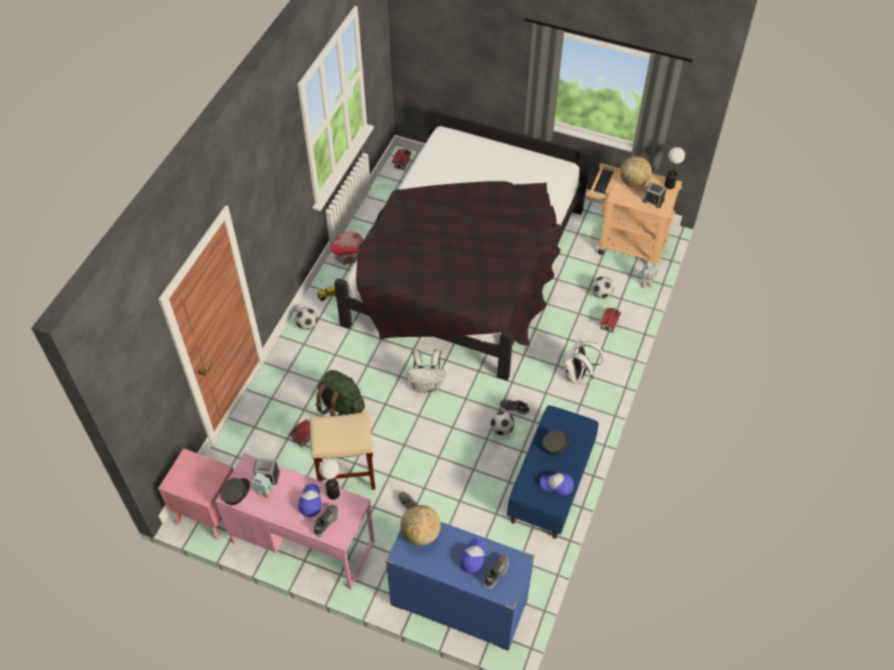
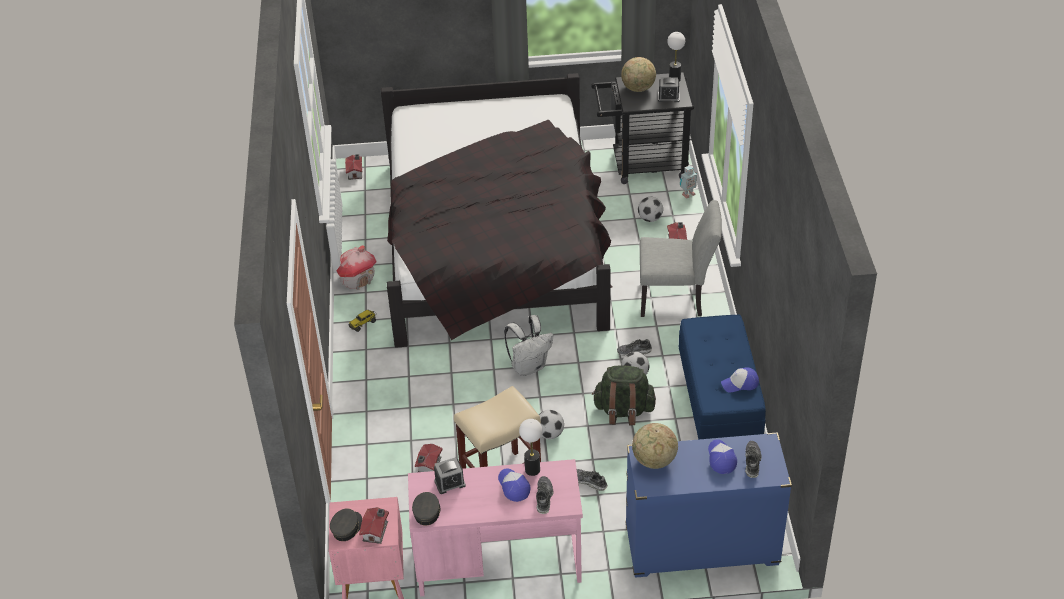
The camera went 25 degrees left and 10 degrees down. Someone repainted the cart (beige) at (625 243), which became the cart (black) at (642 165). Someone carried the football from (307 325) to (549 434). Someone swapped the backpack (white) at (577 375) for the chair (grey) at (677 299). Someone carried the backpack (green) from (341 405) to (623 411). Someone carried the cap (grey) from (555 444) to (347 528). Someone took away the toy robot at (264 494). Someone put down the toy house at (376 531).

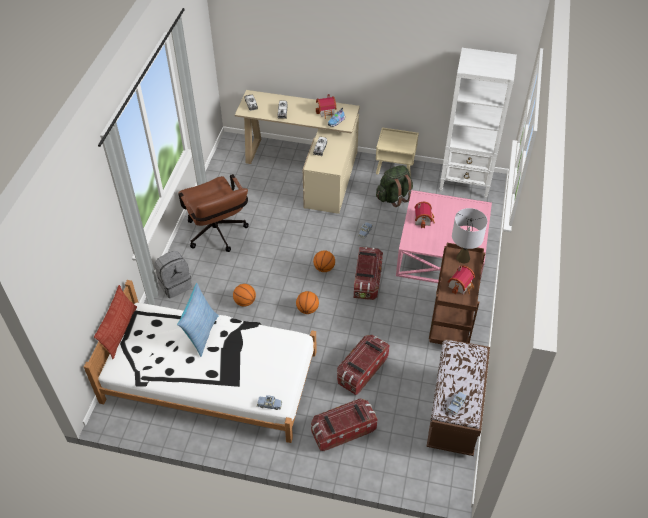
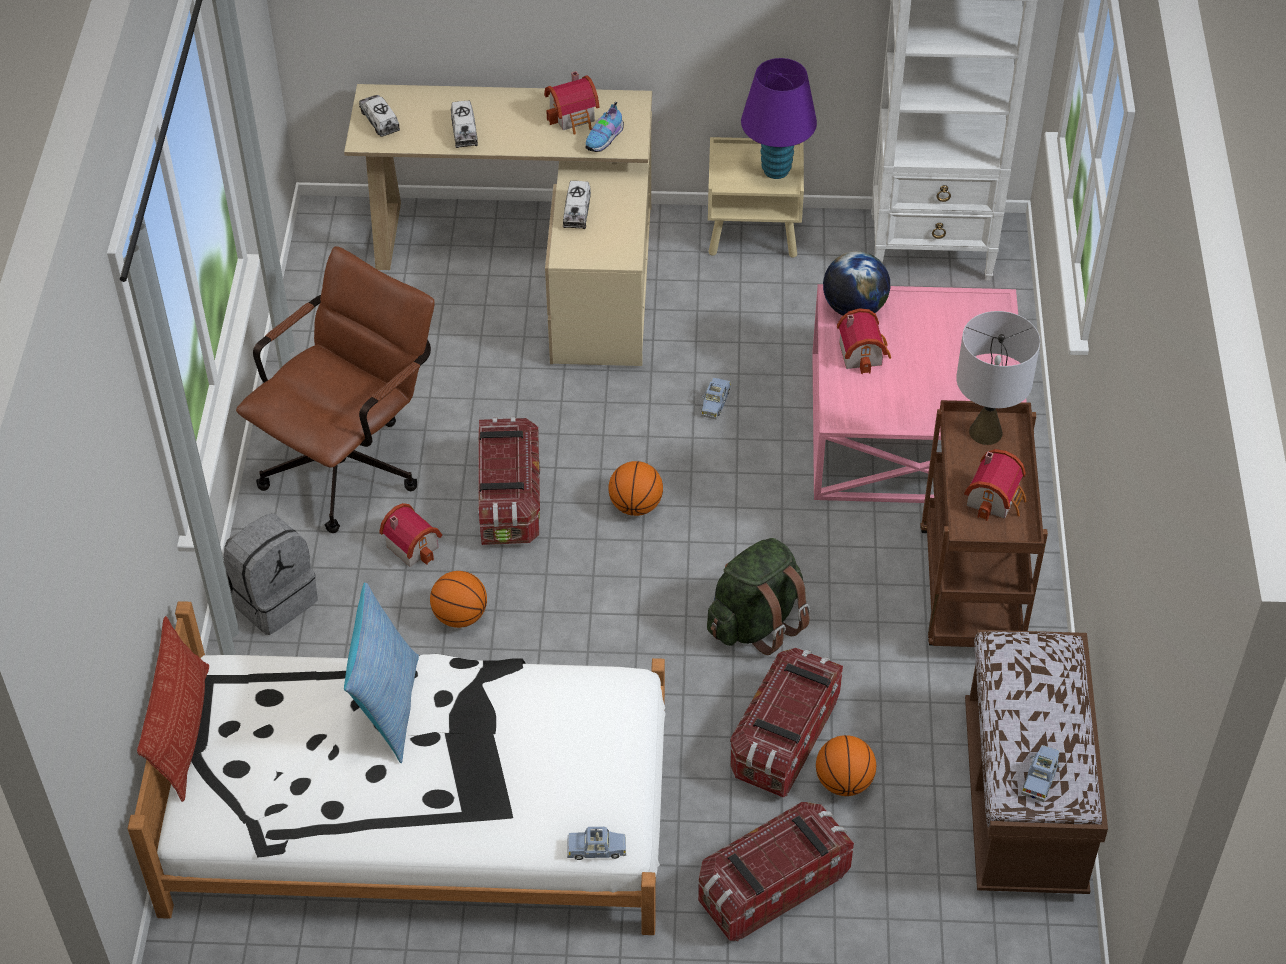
The camera went 10 degrees left and 0 degrees up. Someone carried the backpack (green) from (394 197) to (756 623). Someone rotated the office chair (brown) at (218 235) by 105 degrees counterclockwise. Someone carried the storage box from (367 280) to (509 500). Someone carried the basketball from (307 309) to (844 782). Someone put down the table lamp (purple) at (776 170). Someone put down the globe at (854 308). Someone put down the toy house at (414 544).

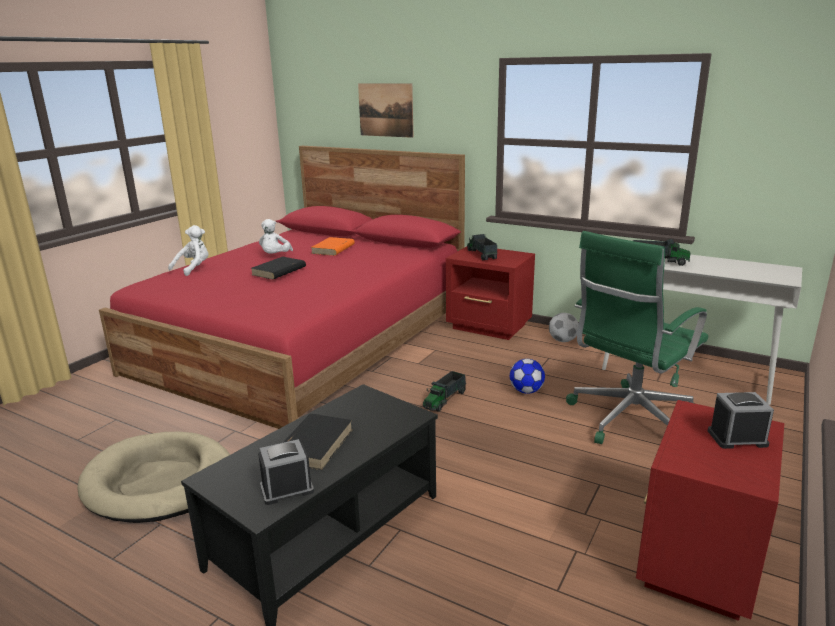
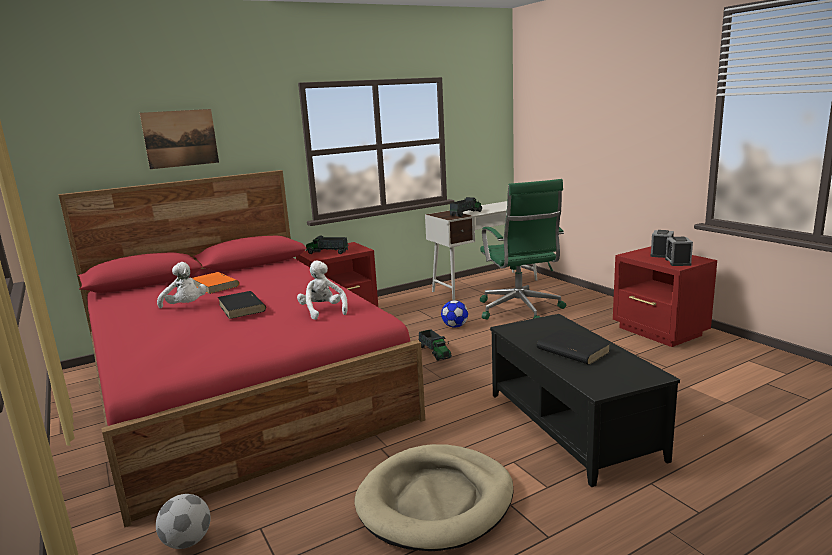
The camera went 60 degrees left and 5 degrees down. Someone carried the plush toy (white) from (193 268) to (323 311). Someone carried the football from (562 340) to (187 542). Someone carried the alarm clock from (287 489) to (678 262).

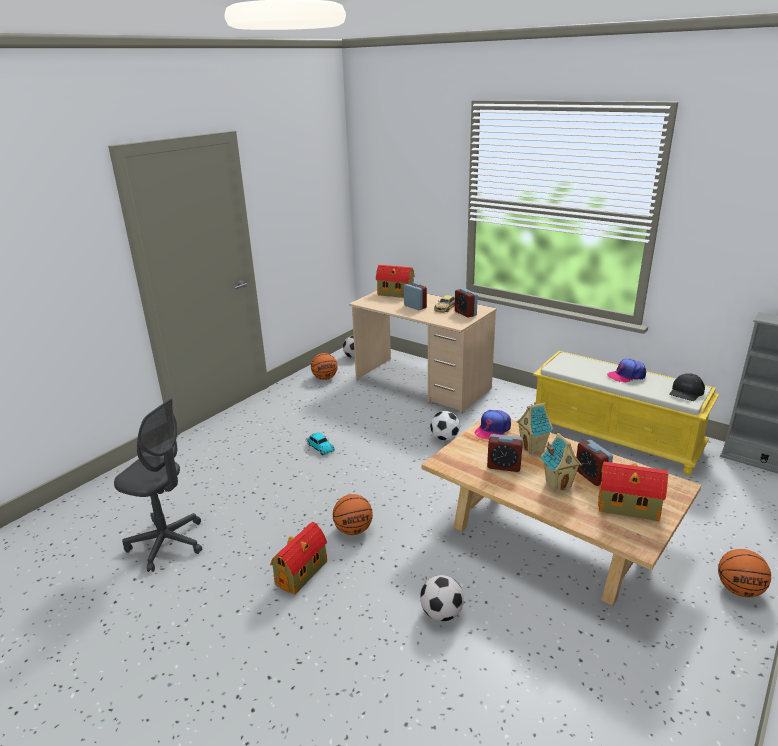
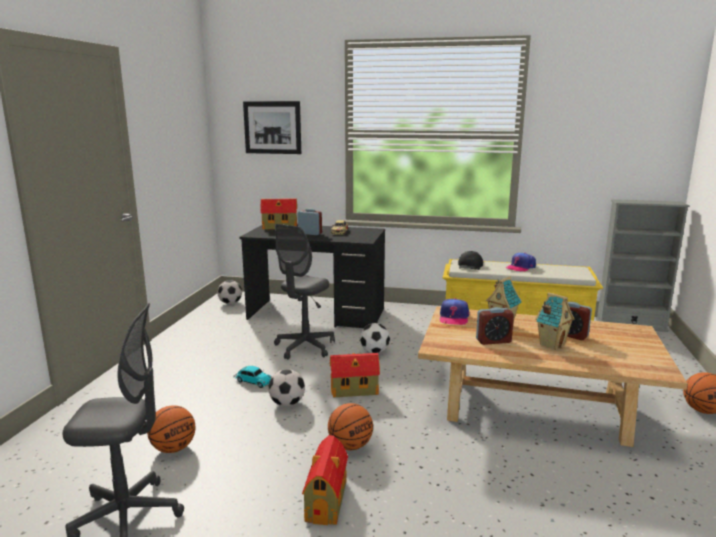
The camera went 25 degrees left and 10 degrees down. Someone took away the alarm clock at (465 313). Someone repainted the desk (beige) at (422 384), which became the desk (black) at (317 314). Someone carried the basketball from (325 378) to (173 448). Someone carried the cap (black) from (686 392) to (470 266). Someone carried the toy house from (629 508) to (355 390). Someone carried the football from (441 613) to (287 403). Someone put up the picture at (272 127). Someone put down the office chair (grey) at (305 347).

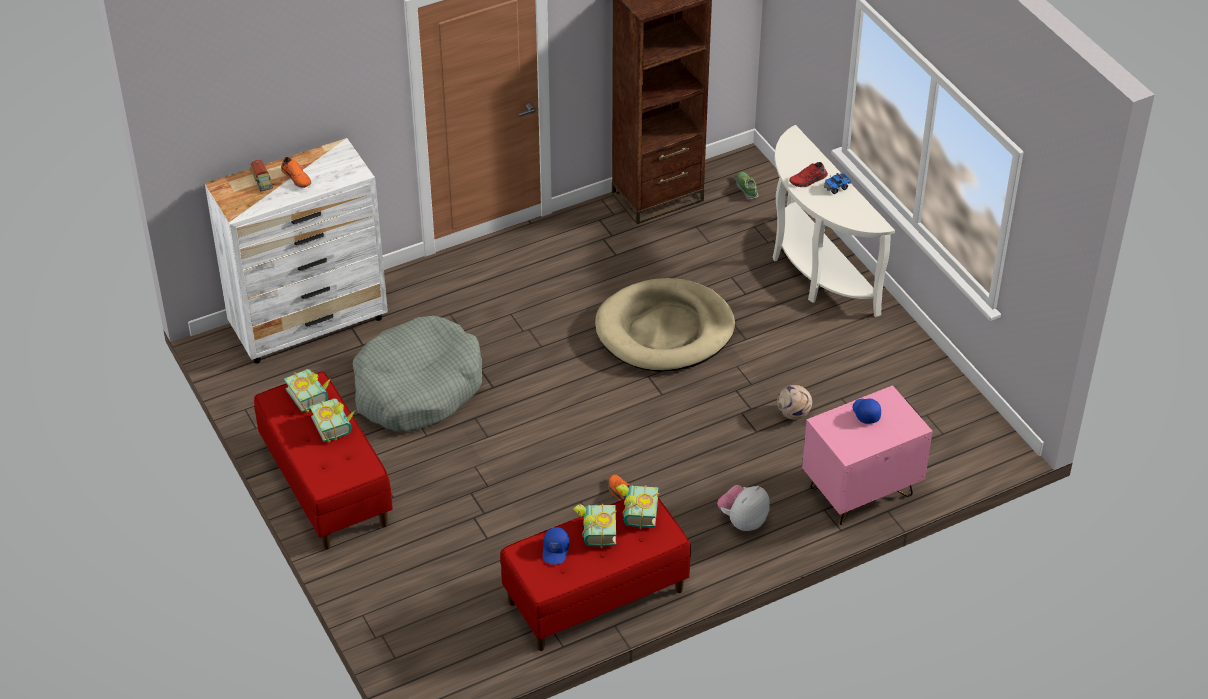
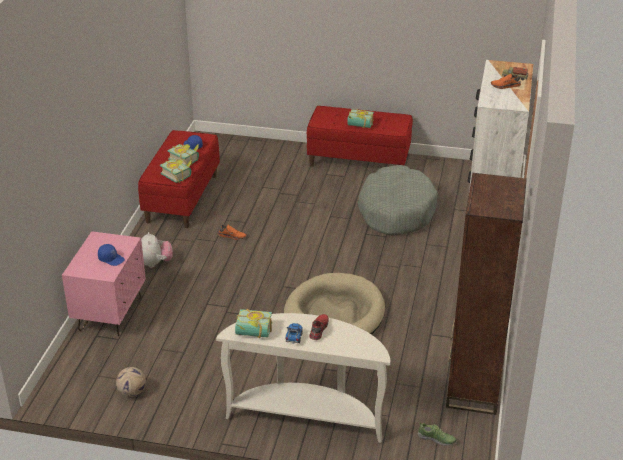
The camera went 130 degrees right and 10 degrees down. Someone carried the book from (311 395) to (253 333). Someone carried the football from (793 414) to (132 392).

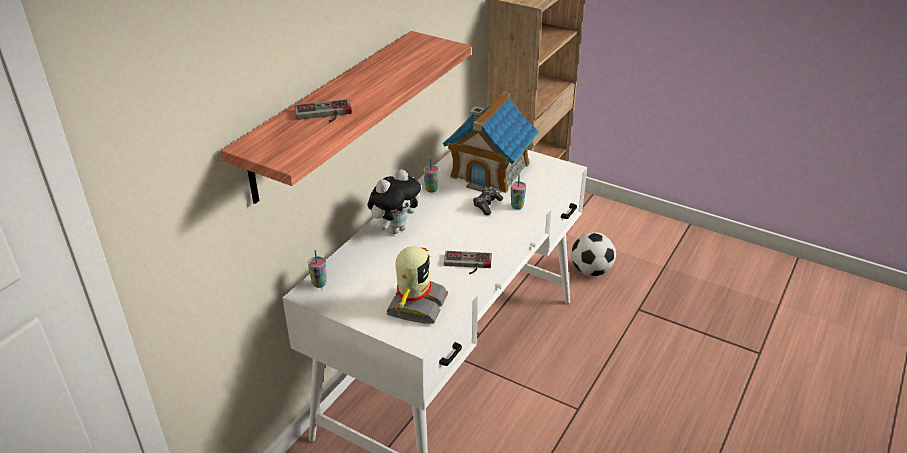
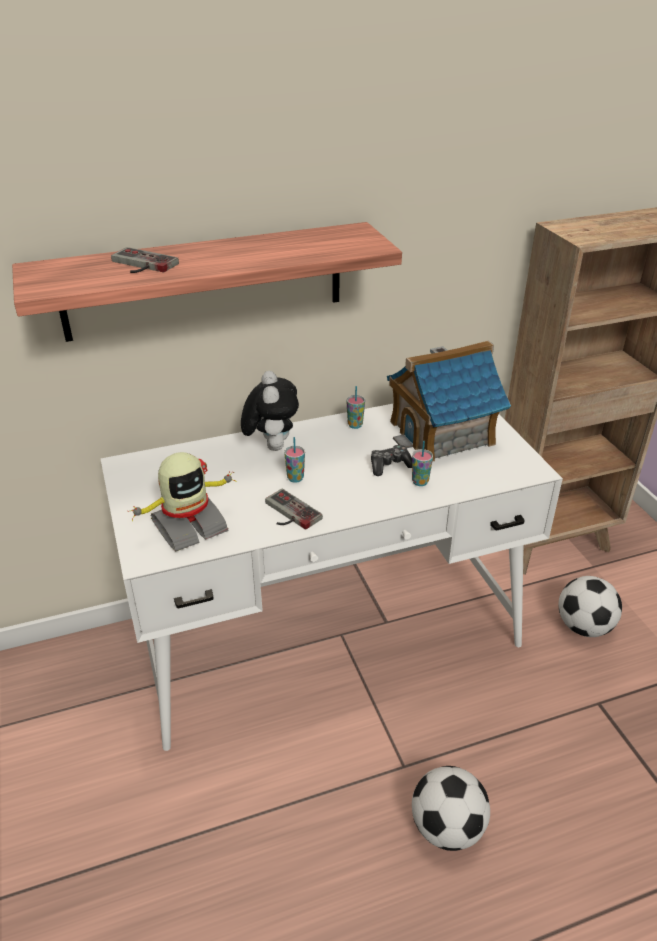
The camera went 40 degrees right and 0 degrees up. Someone rotated the plush toy at (395 228) by 90 degrees counterclockwise. Someone carried the cup from (319 284) to (295 478). Someone put down the football at (447 827).

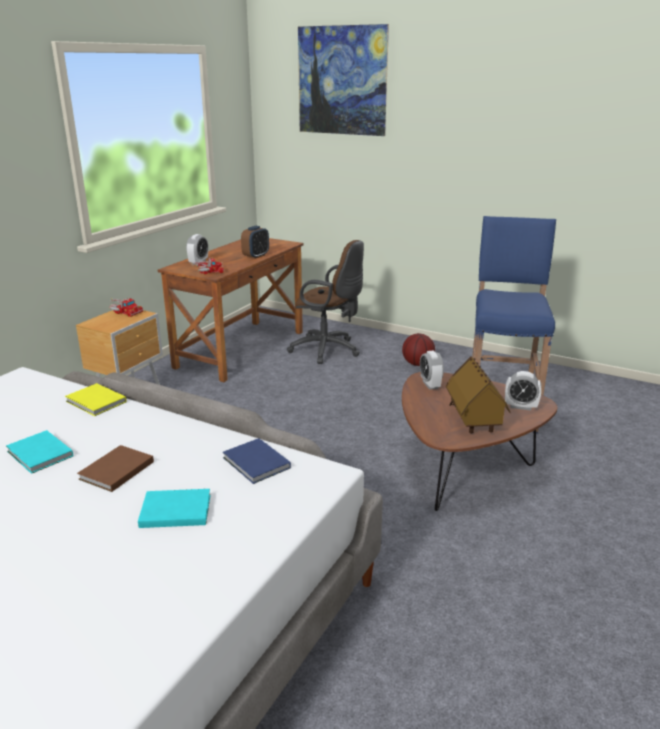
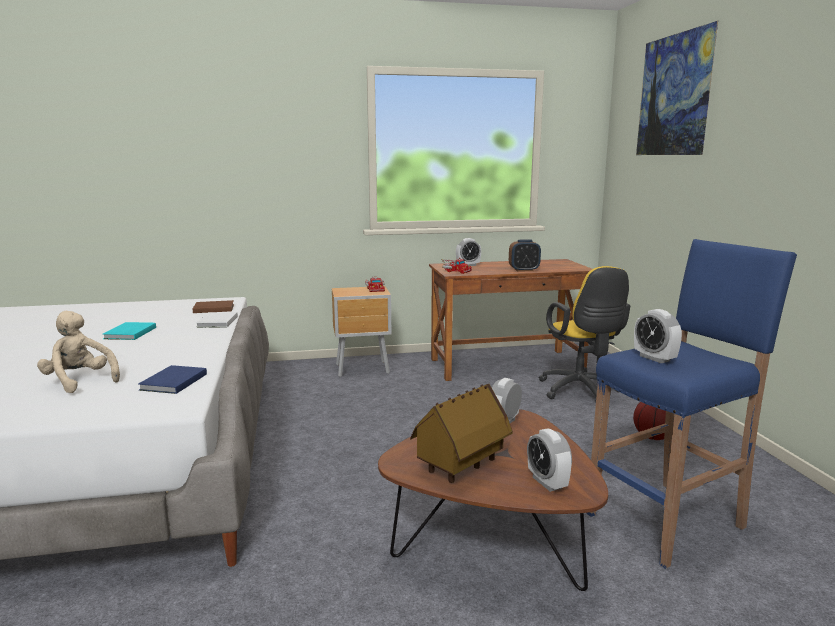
The camera went 50 degrees right and 10 degrees down. Someone repainted the office chair (brown) at (328 350), which became the office chair (yellow) at (580 392). Someone repainted the book (yellow) at (96 402), which became the book (white) at (216 322). Someone carried the book (brown) from (114 471) to (212 308). Someone swapped the book (turquoise) at (174 510) for the plush toy (beige) at (80 381). Someone put down the alarm clock at (654 358).

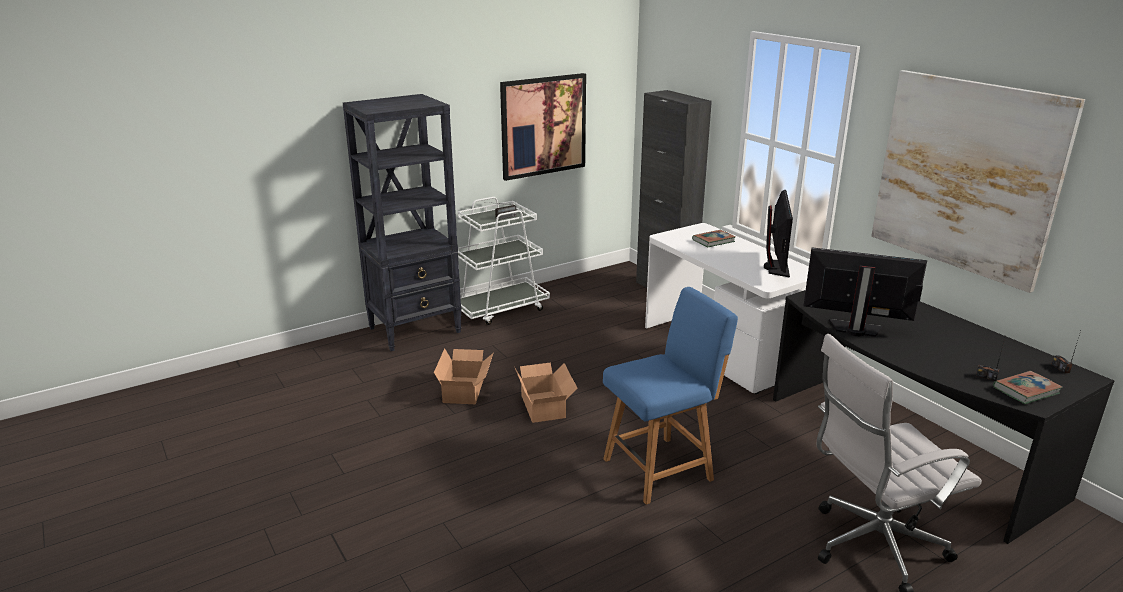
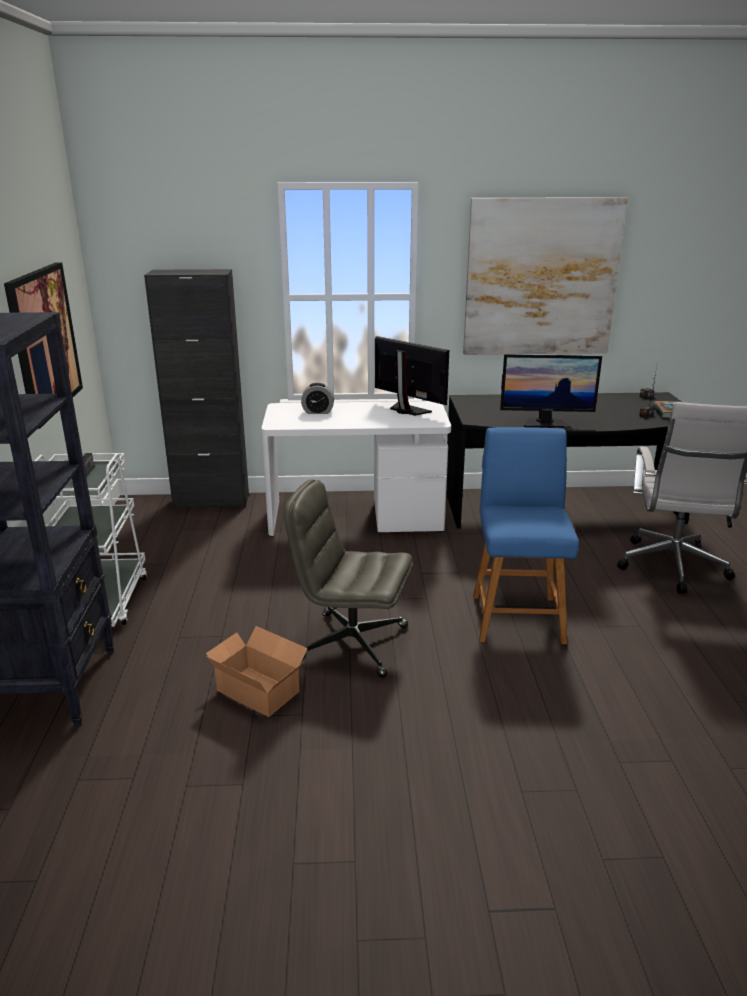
The camera went 60 degrees left and 0 degrees up. Someone swapped the book at (713 241) for the alarm clock at (318 412). Someone rotated the monitor at (855 329) by 135 degrees counterclockwise. Someone swapped the cardboard box at (545 405) for the office chair (grey) at (351 643).

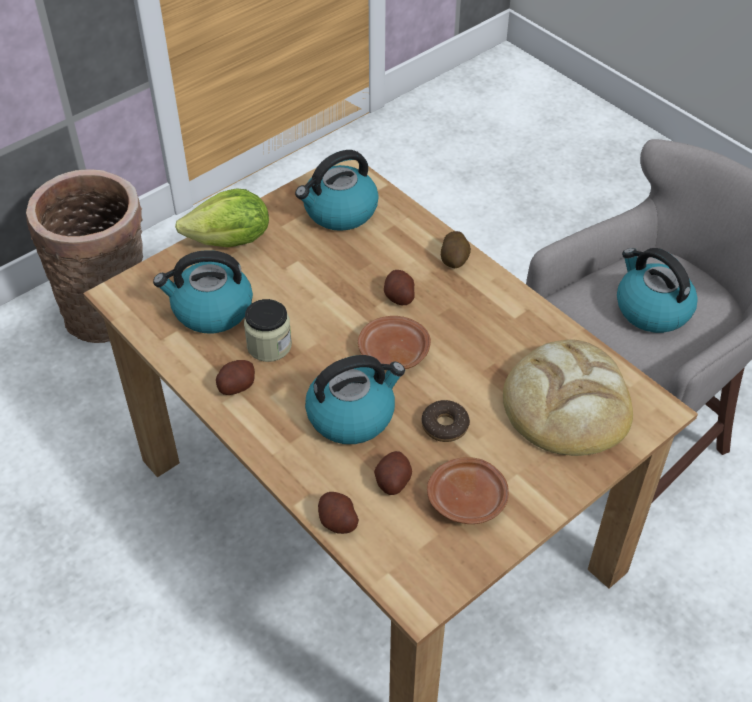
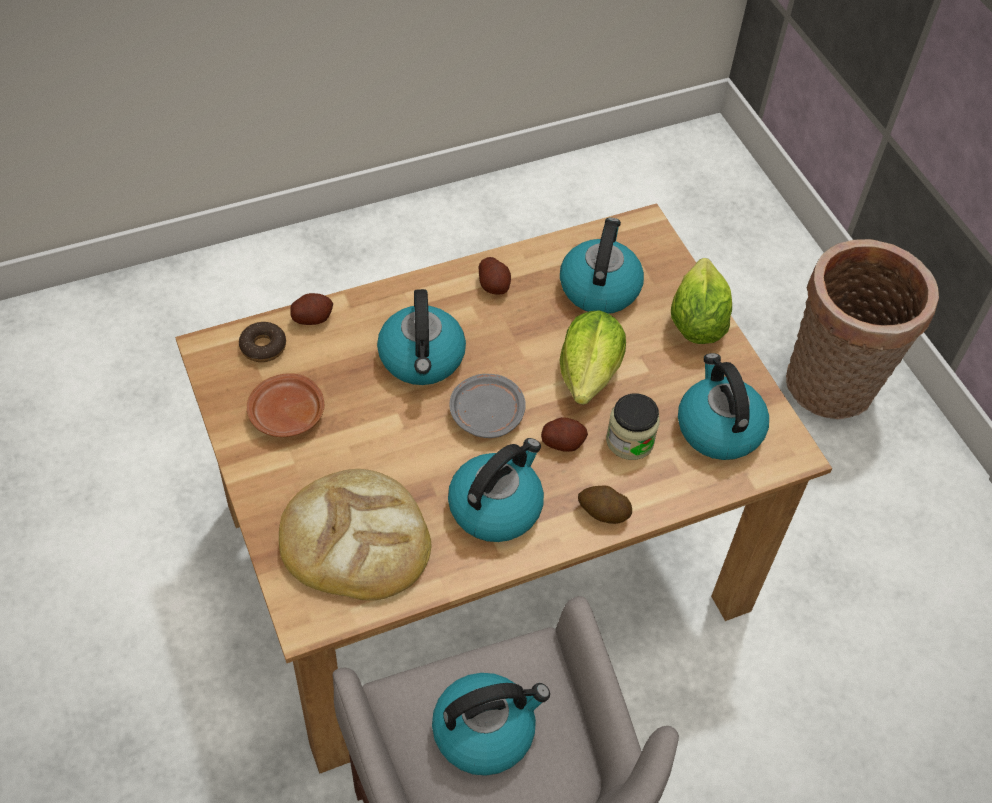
The camera went 105 degrees right and 5 degrees up. Someone carried the jar from (269 345) to (629 440). Someone repainted the plate (brown) at (393 352), which became the plate (grey) at (486 413). Someone carried the donut from (445 426) to (263 347). Someone took away the potato at (392 481). Someone put down the lettuce at (589 374). Someone put down the kettle at (496 506).

